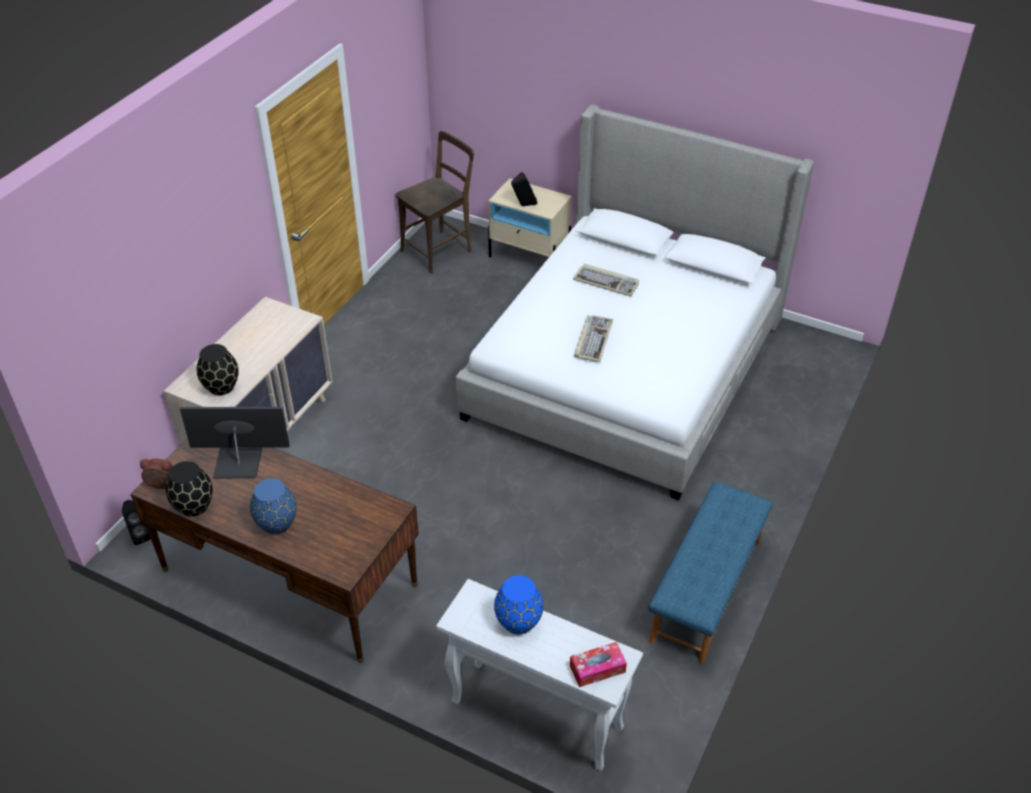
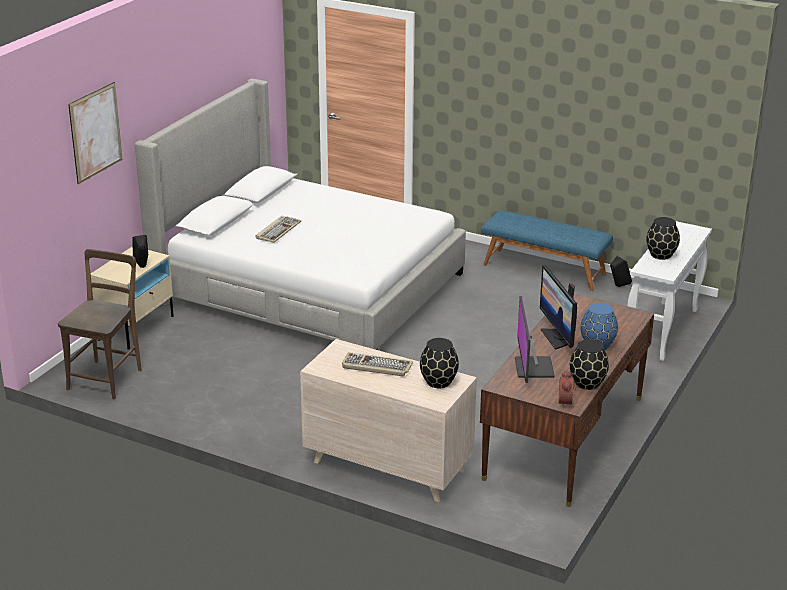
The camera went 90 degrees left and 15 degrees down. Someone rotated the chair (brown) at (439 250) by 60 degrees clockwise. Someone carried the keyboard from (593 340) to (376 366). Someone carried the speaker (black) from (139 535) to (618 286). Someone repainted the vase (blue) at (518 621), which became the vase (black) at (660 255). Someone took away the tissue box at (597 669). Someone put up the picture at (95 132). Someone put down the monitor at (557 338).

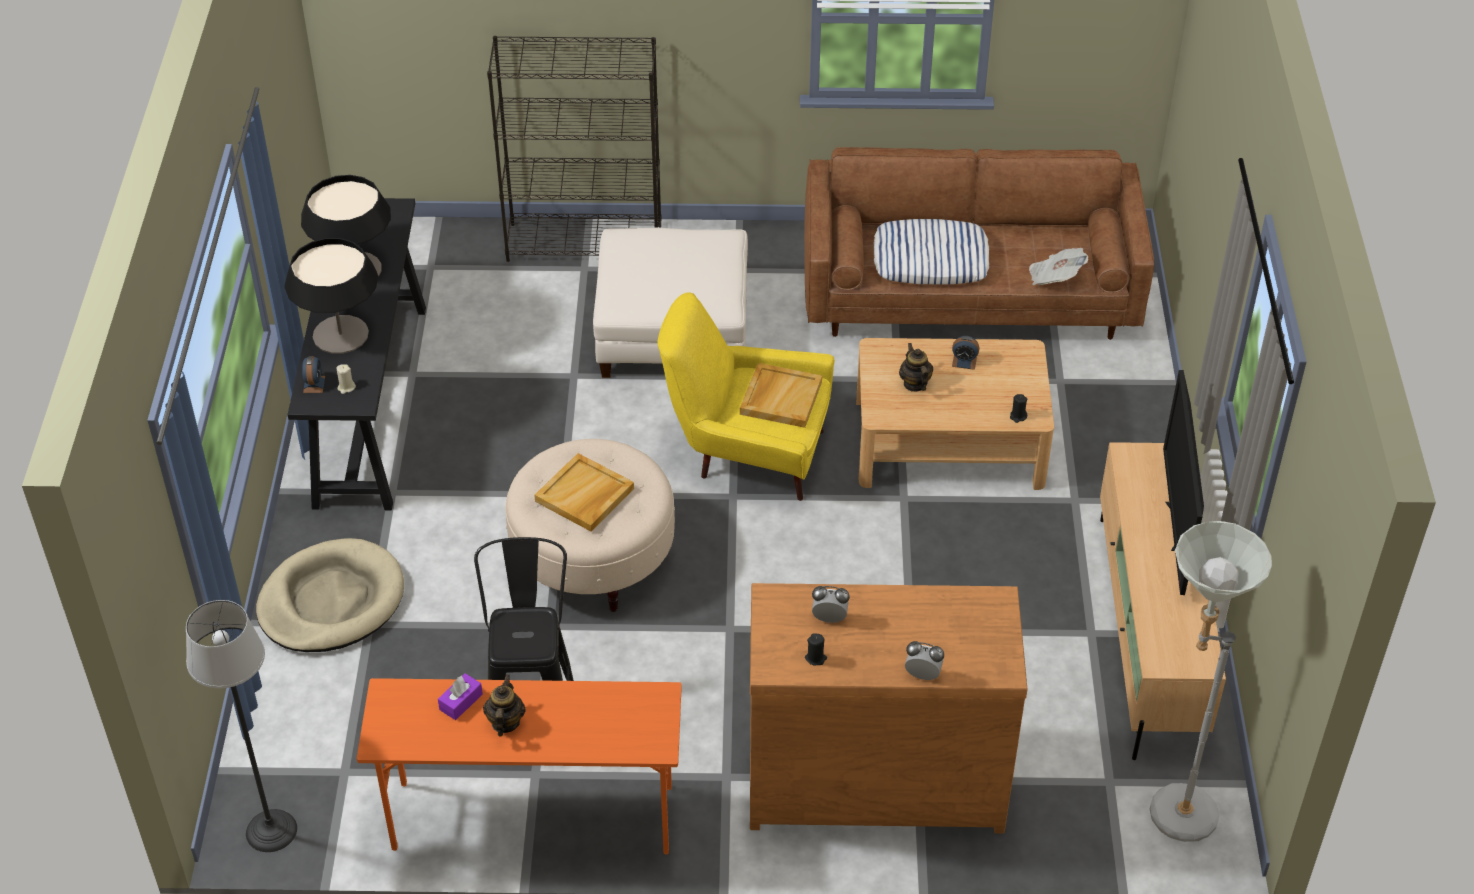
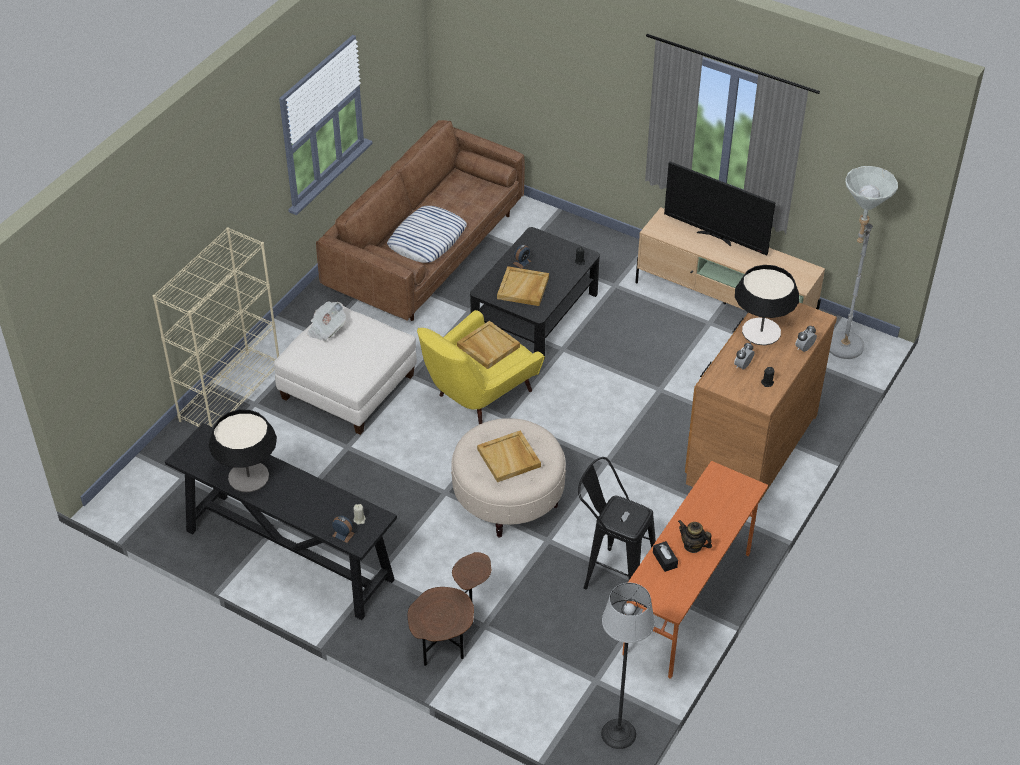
The camera went 60 degrees left and 0 degrees up. Someone repainted the bookcase (black) at (585 242), which became the bookcase (beige) at (230 393). Someone carried the table lamp from (340 335) to (761 331). Someone carried the newspaper from (1055 278) to (326 329). Someone repainted the coffee table (beige) at (949 442), which became the coffee table (black) at (534 312). Someone swapped the teapot at (915 384) for the tray (beige) at (523 288). Someone swapped the dog bed (beige) at (331 601) for the side table (brown) at (451 638). Someone repainted the tissue box (purple) at (461 702), which became the tissue box (black) at (665 560).

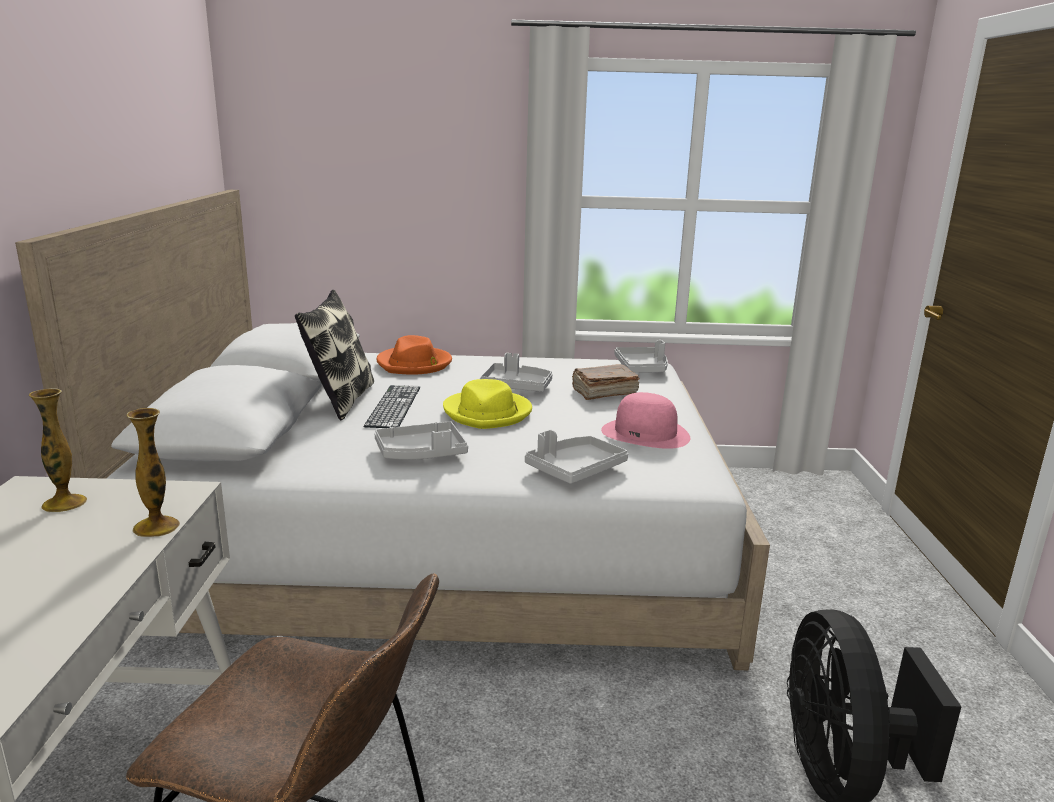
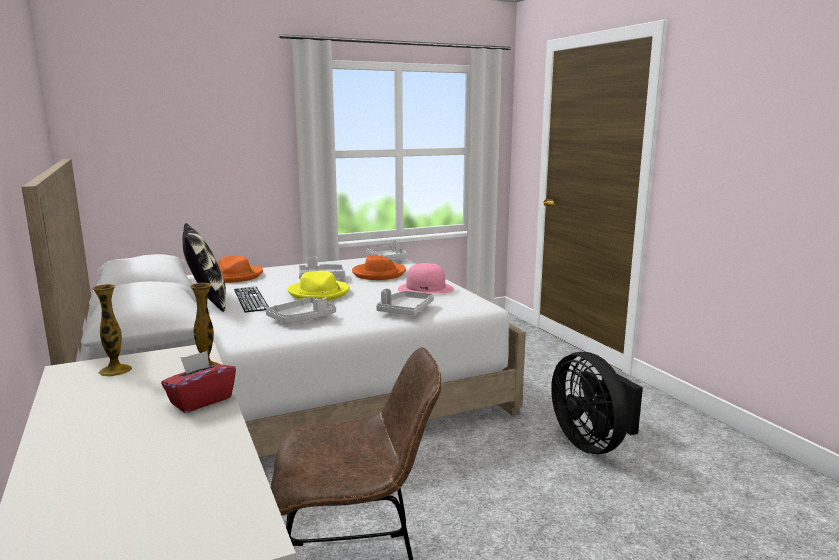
The camera went 25 degrees left and 5 degrees down. Someone swapped the book (brown) at (603 392) for the hat (orange) at (379 273). Someone put down the tissue box (red) at (201 401).

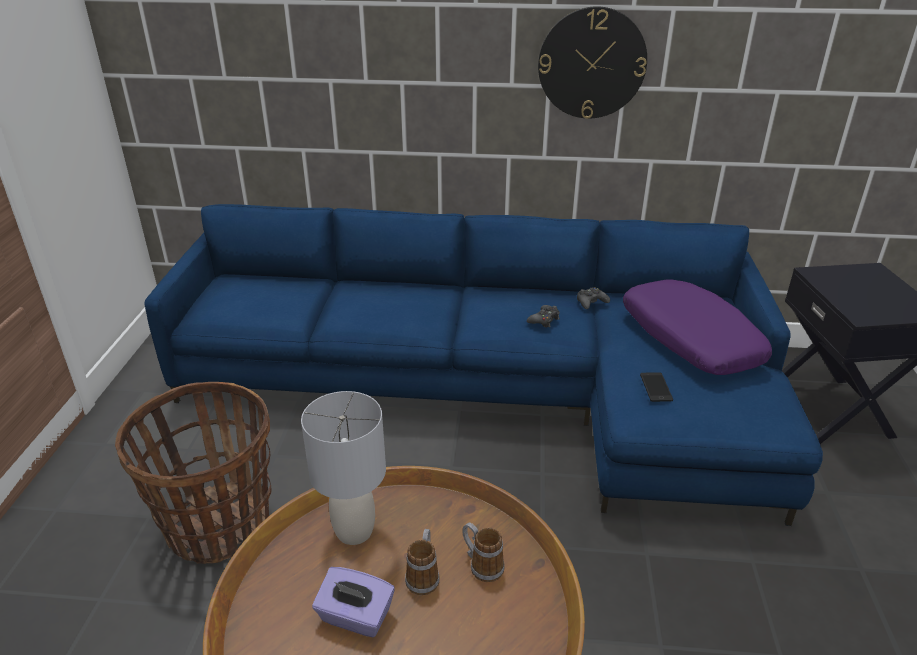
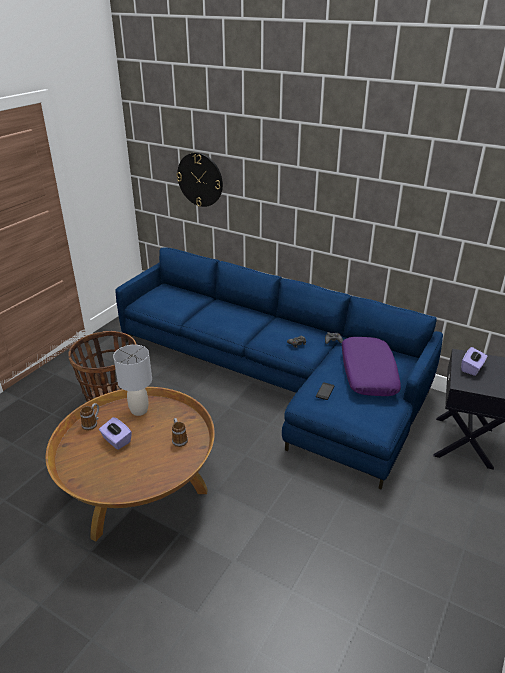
The camera went 25 degrees right and 0 degrees up. Someone carried the wall clock from (592 63) to (200 179). Someone carried the mug from (424 575) to (92 423). Someone put down the tissue box (purple) at (472 368).

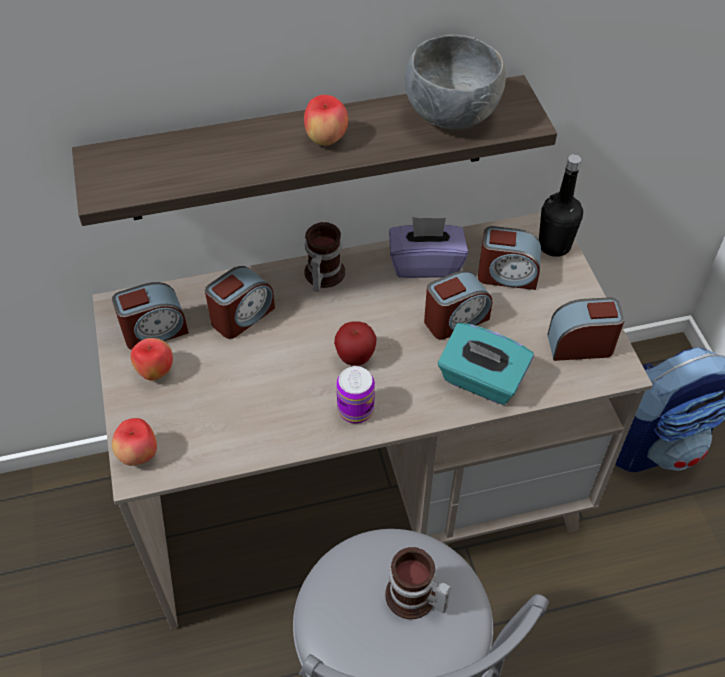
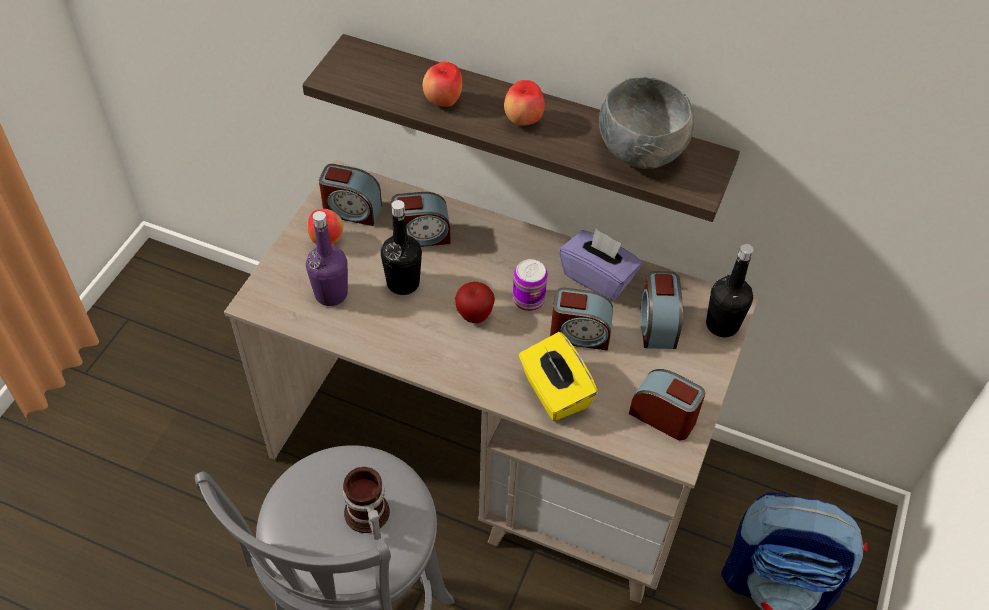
The camera went 35 degrees right and 0 degrees up. Someone took away the mug at (321 275). Someone rotated the alarm clock at (507 275) by 45 degrees clockwise. Someone repainted the tissue box (turquoise) at (481 380), which became the tissue box (yellow) at (554 392). Someone carried the can from (355 410) to (528 299). Someone carried the apple from (139 455) to (443 101). Someone put down the bottle (black) at (403 283). Someone put down the bottle (purple) at (331 294).

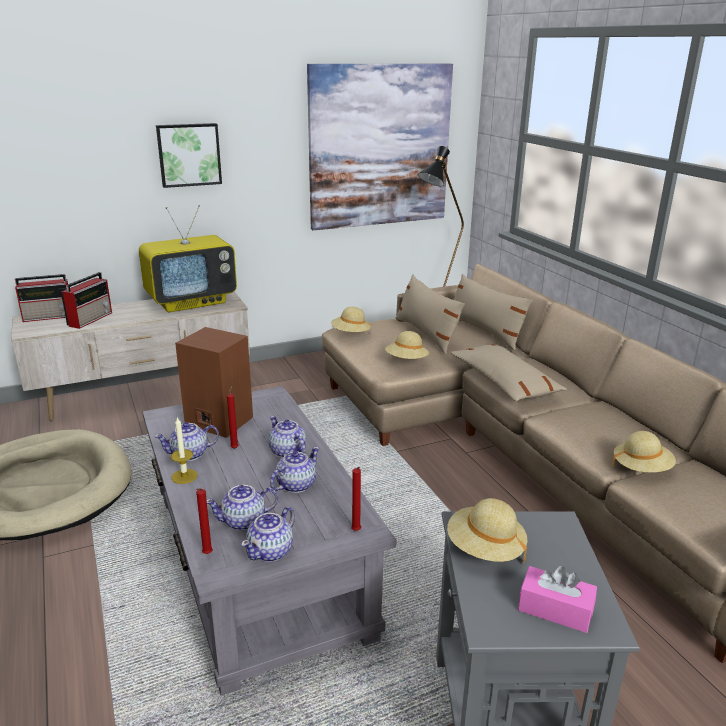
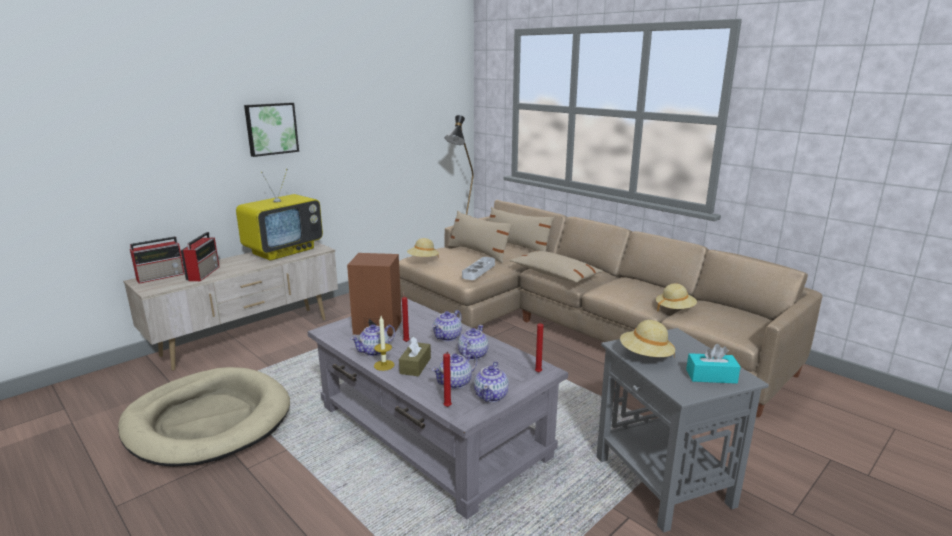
The camera went 20 degrees left and 5 degrees down. Someone took away the picture at (380 146). Someone swapped the hat (beige) at (406 361) for the tray (grey) at (479 271). Someone rotated the teapot at (287 452) by 90 degrees counterclockwise. Someone repainted the tissue box (pink) at (555 609), which became the tissue box (turquoise) at (711 376). Someone put down the tissue box (brown) at (415 366).

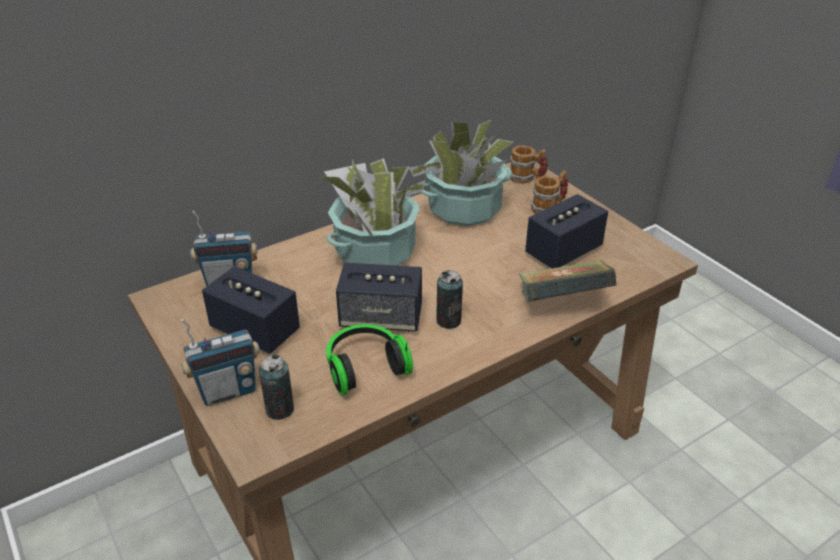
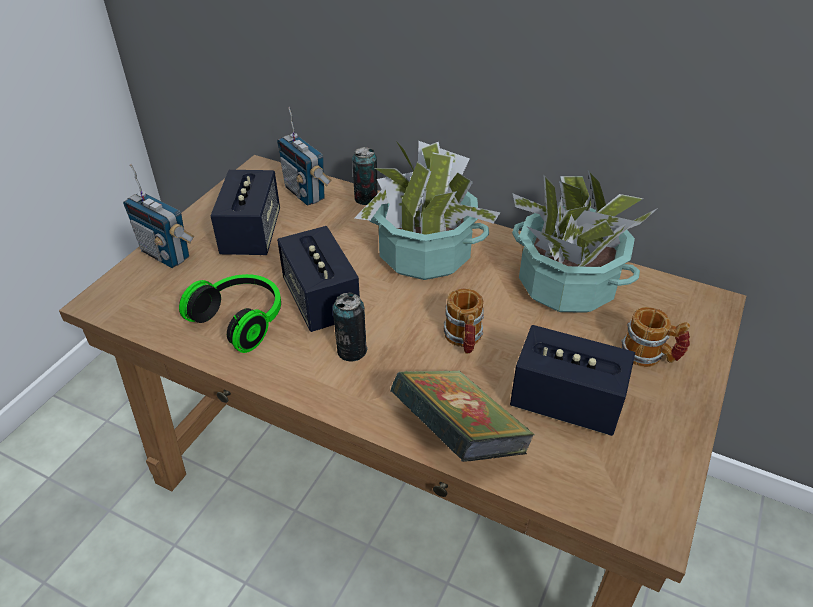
The camera went 60 degrees right and 5 degrees up. Someone carried the mug from (526 178) to (464 340). Someone carried the can from (280 409) to (366 199).

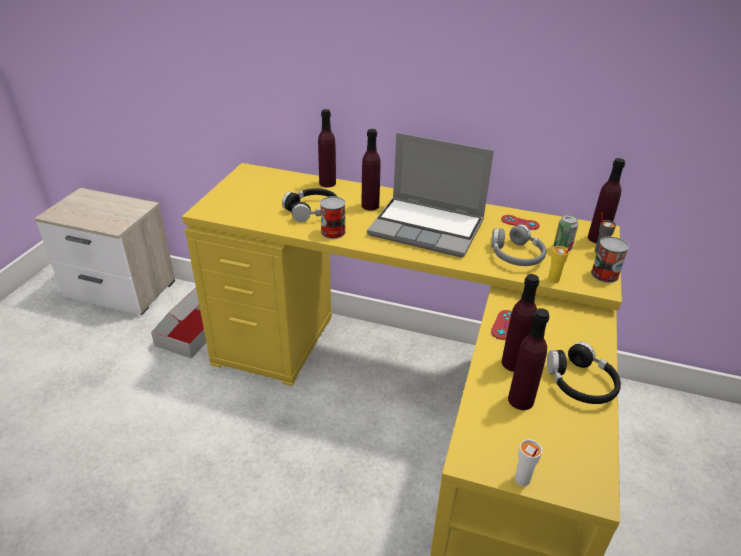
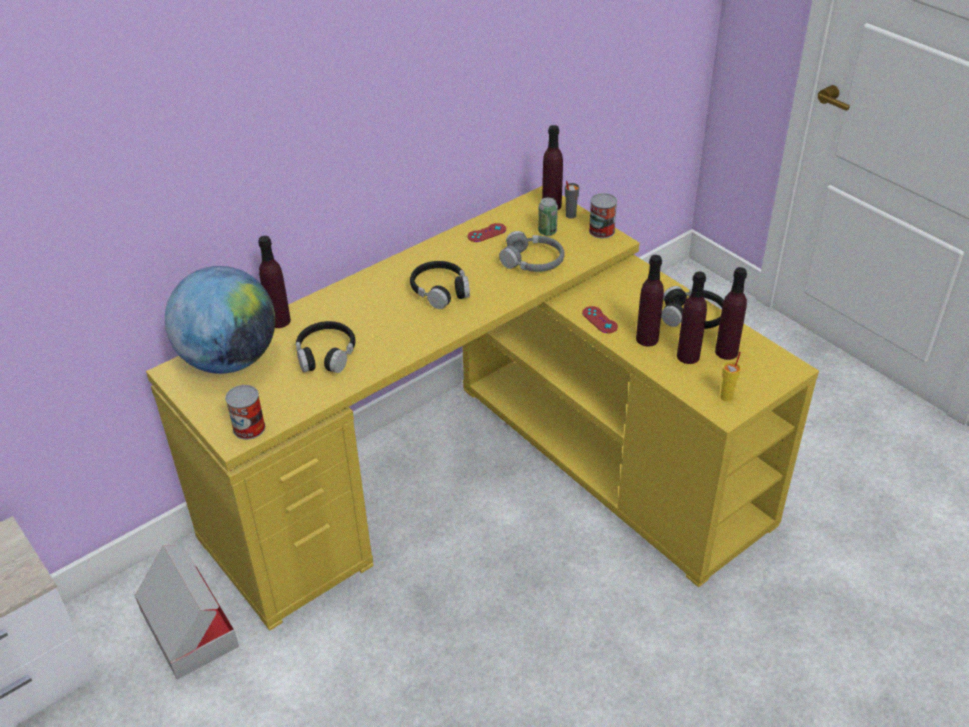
The camera went 55 degrees left and 5 degrees up. Someone carried the bottle (purple) from (370 206) to (726 352). Someone swapped the laptop at (428 228) for the headphones (black) at (440 290). Someone carried the can from (333 232) to (249 428). Someone carried the cup (yellow) from (554 279) to (727 397). Someone took away the cup (white) at (522 480). Someone put down the globe at (230 360).

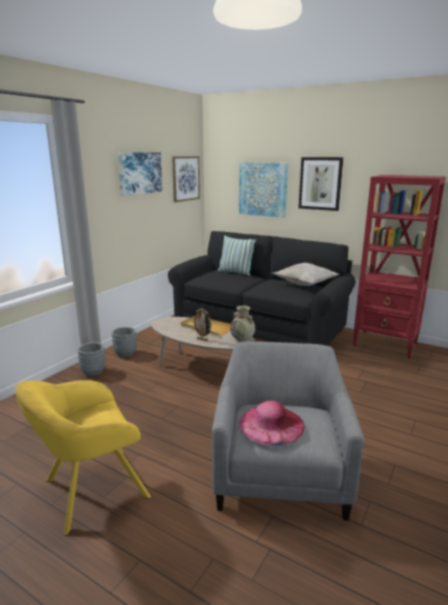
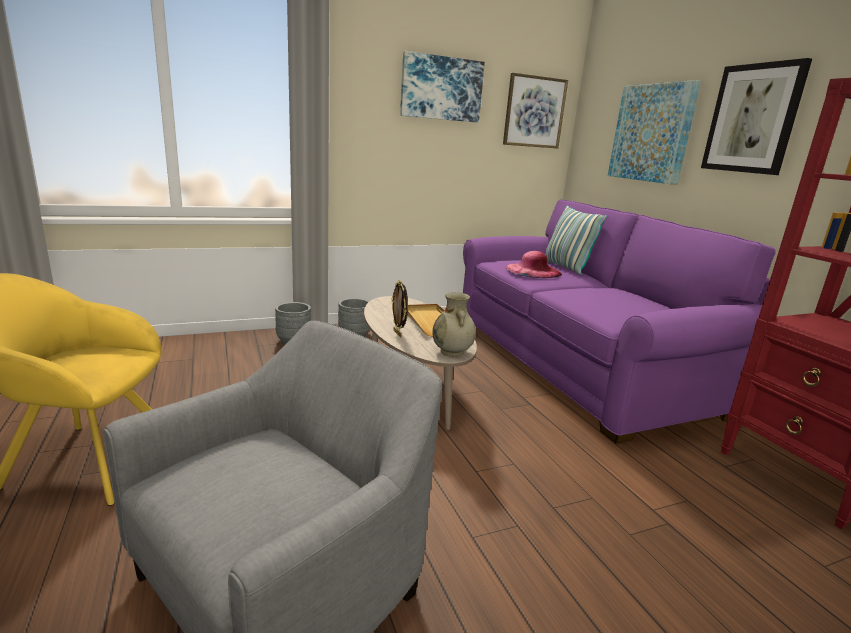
The camera went 35 degrees right and 0 degrees up. Someone repainted the sofa (black) at (259 326), which became the sofa (purple) at (576 364). Someone took away the pillow (white) at (304 285). Someone carried the hat (pink) from (271 424) to (533 270).

